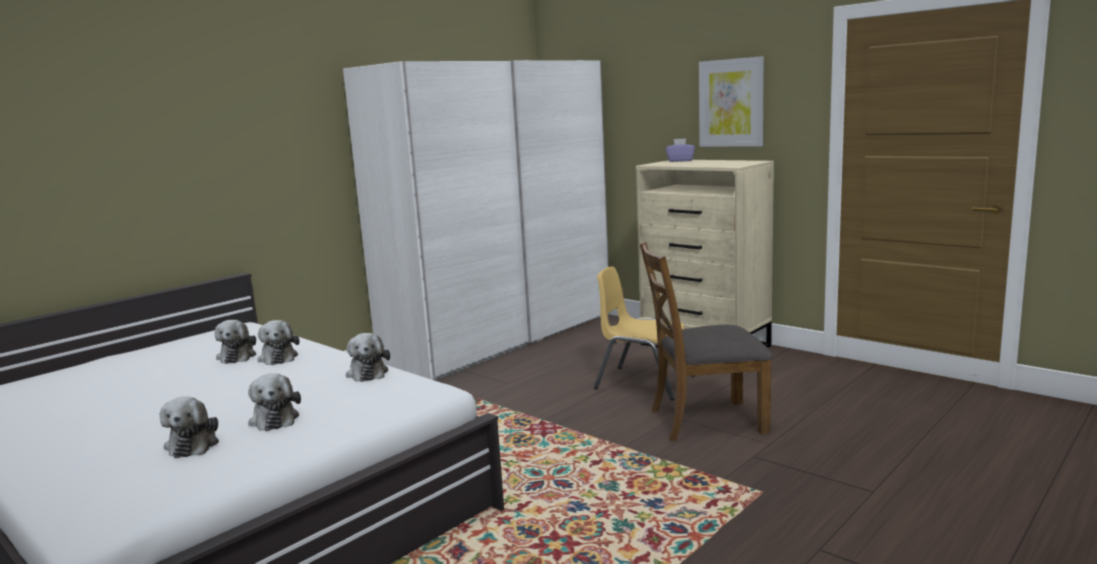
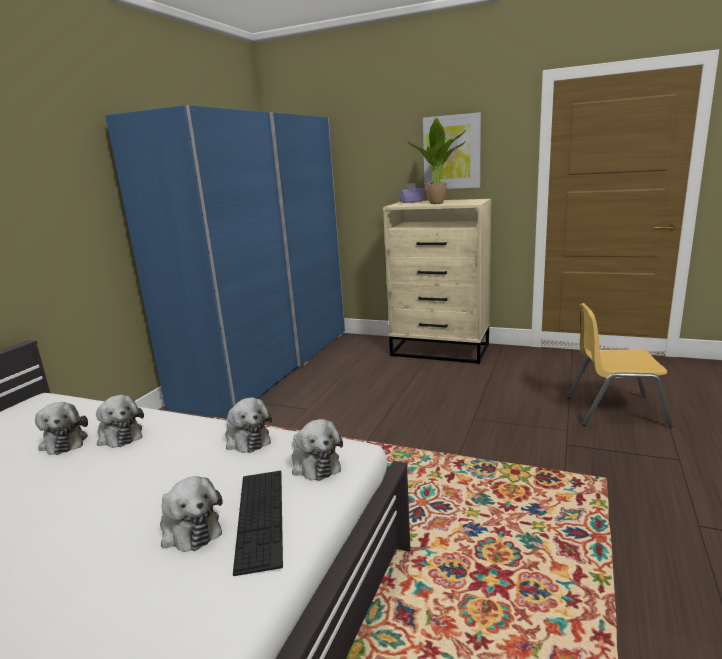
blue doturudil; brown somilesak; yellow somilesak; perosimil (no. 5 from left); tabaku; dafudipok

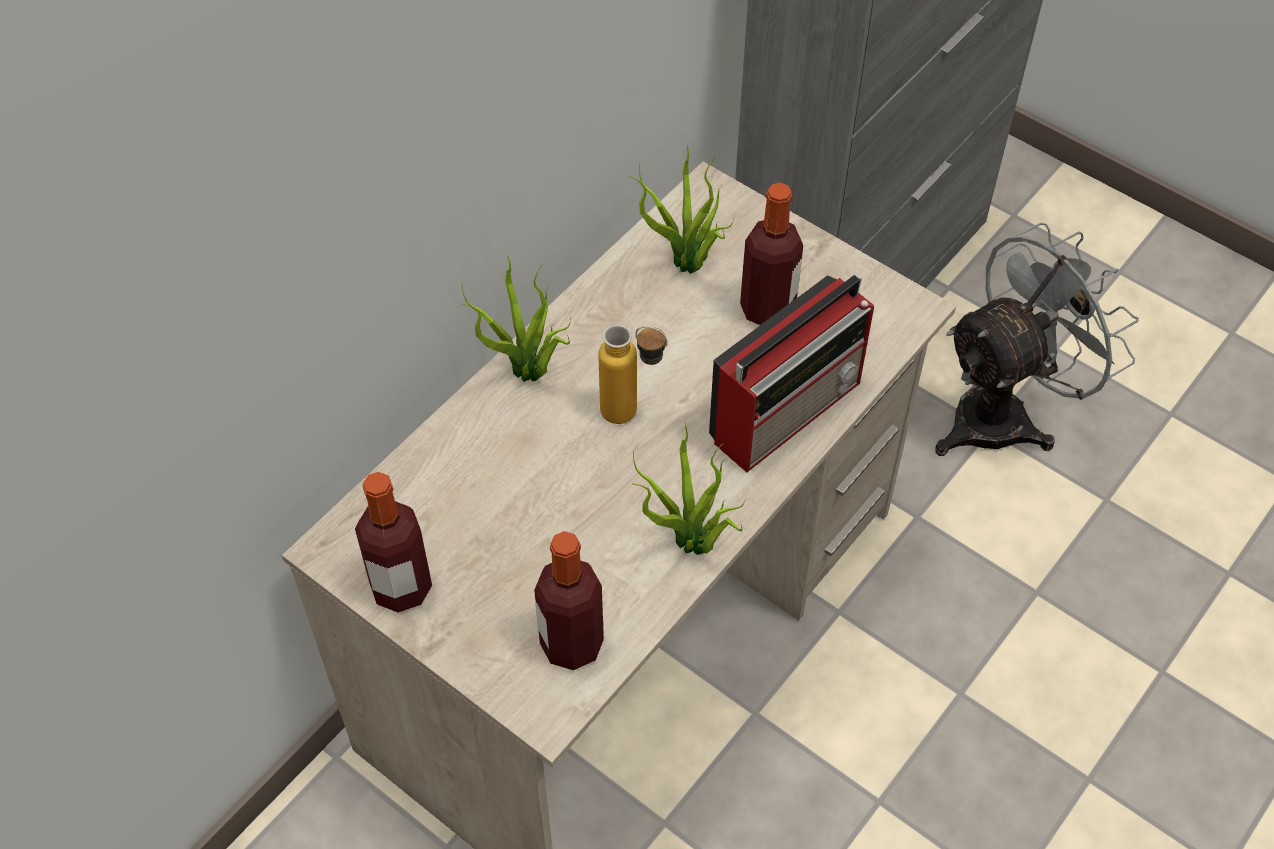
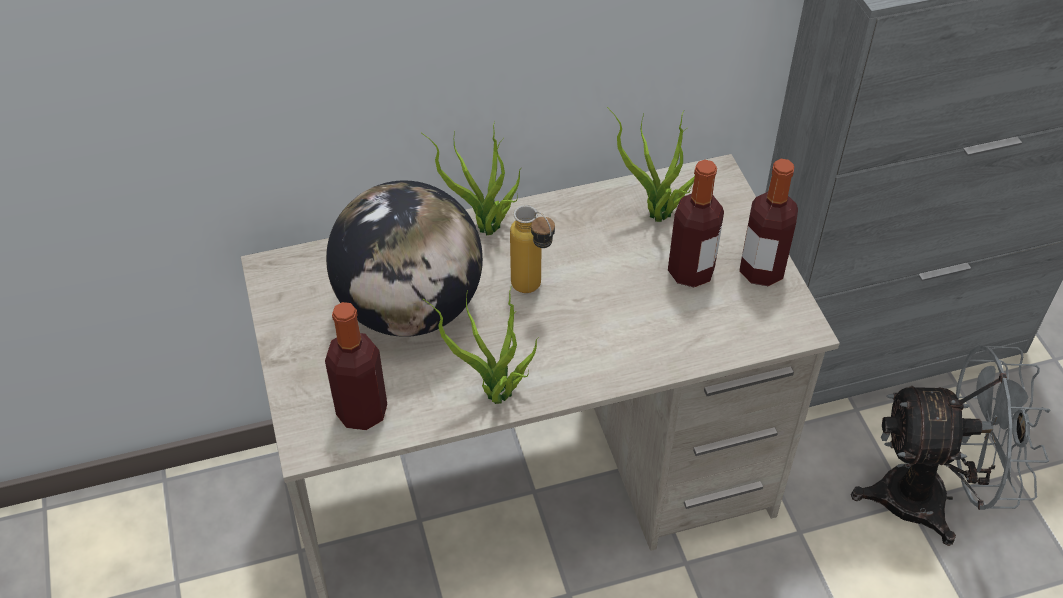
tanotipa; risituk (no. 4 from left); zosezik

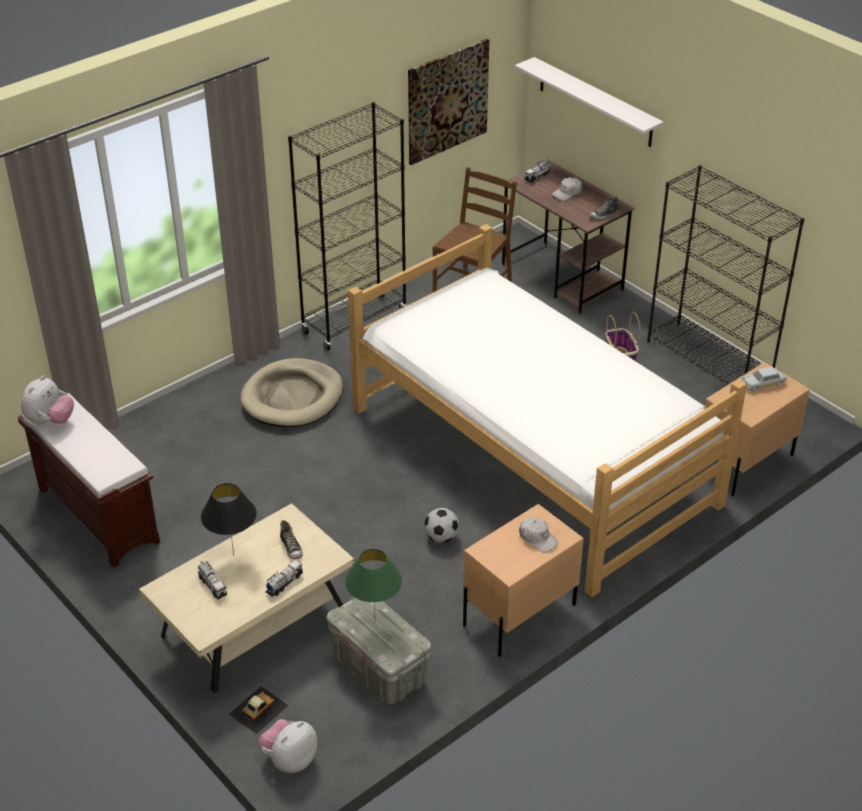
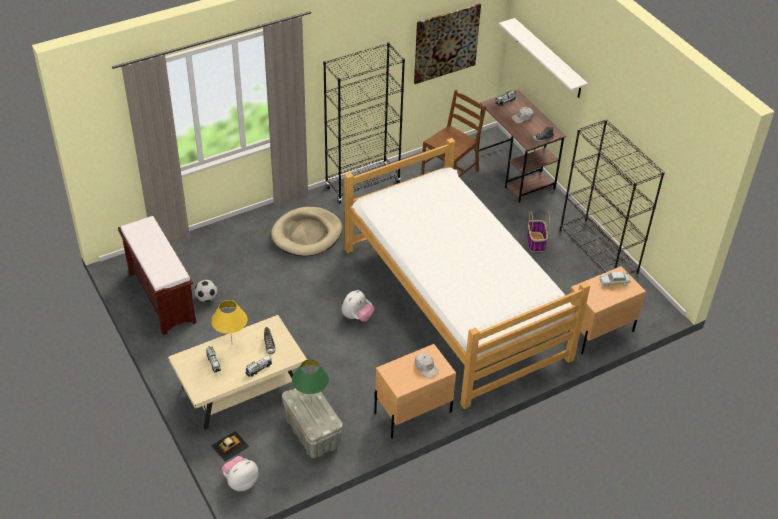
perosimil (no. 2 from left); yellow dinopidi; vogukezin

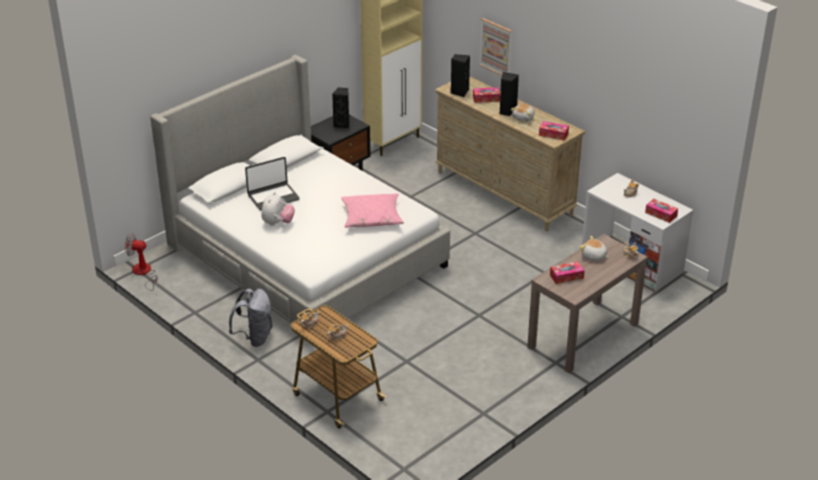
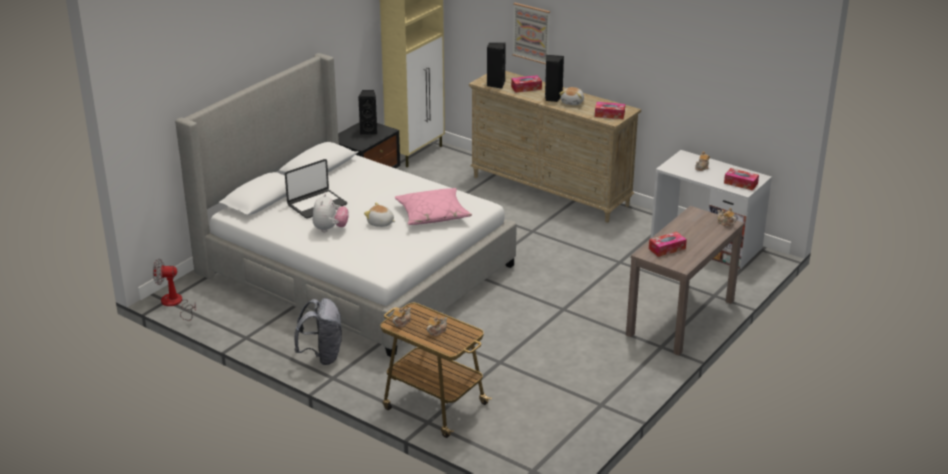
perosimil (no. 2 from left)

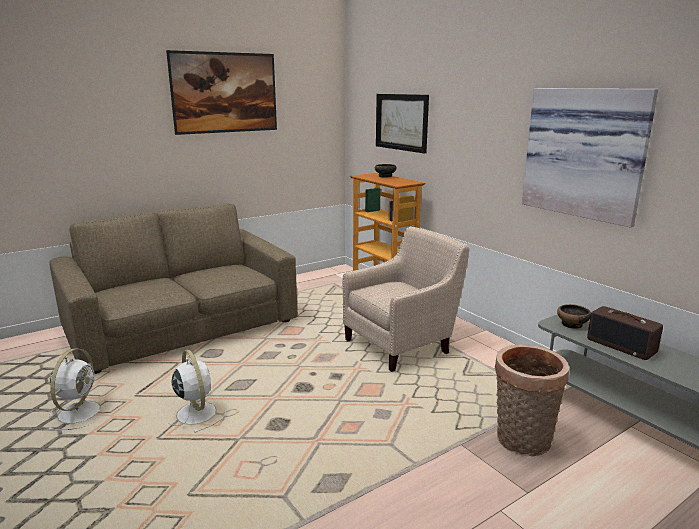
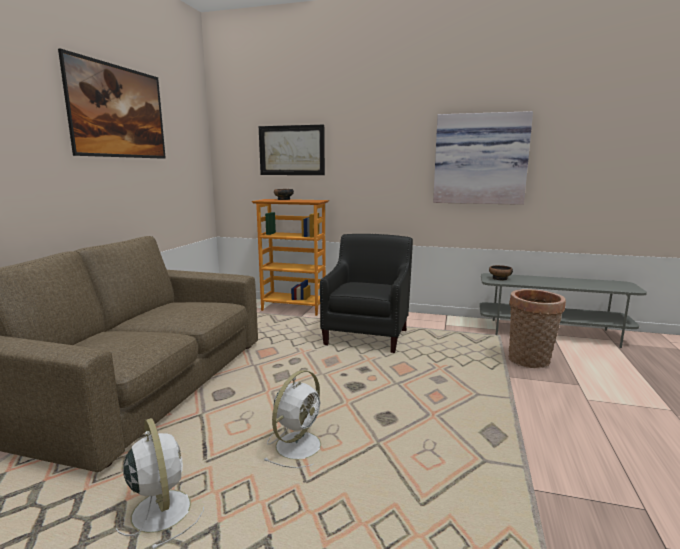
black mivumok; tanotipa; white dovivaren (no. 2 from left)

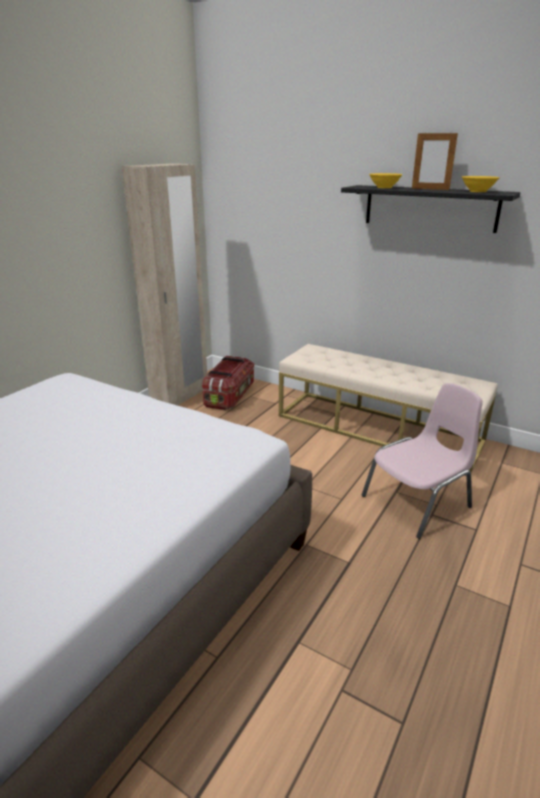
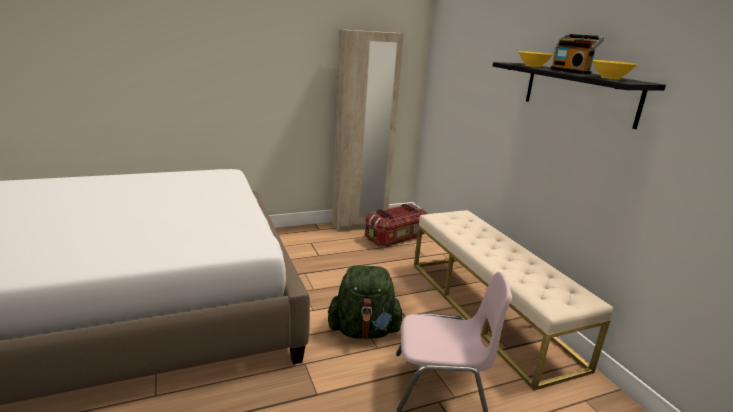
tanotipa; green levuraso

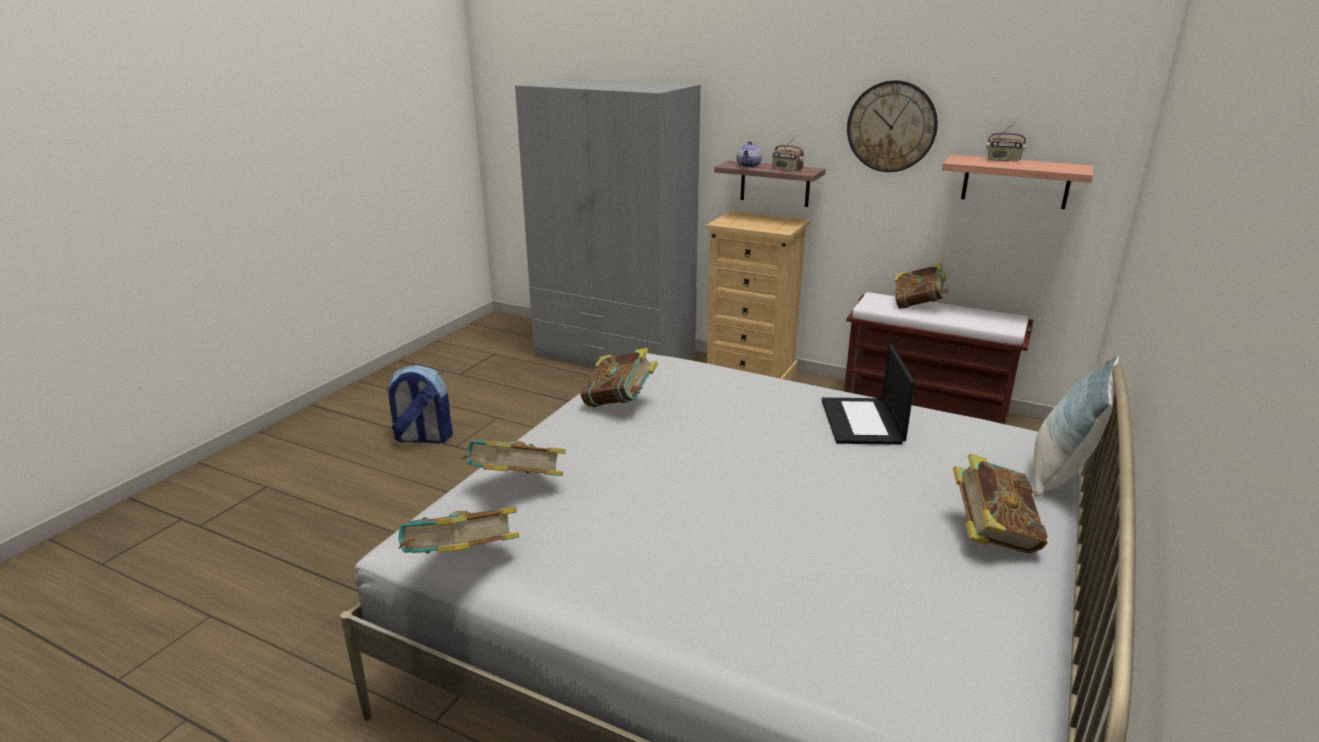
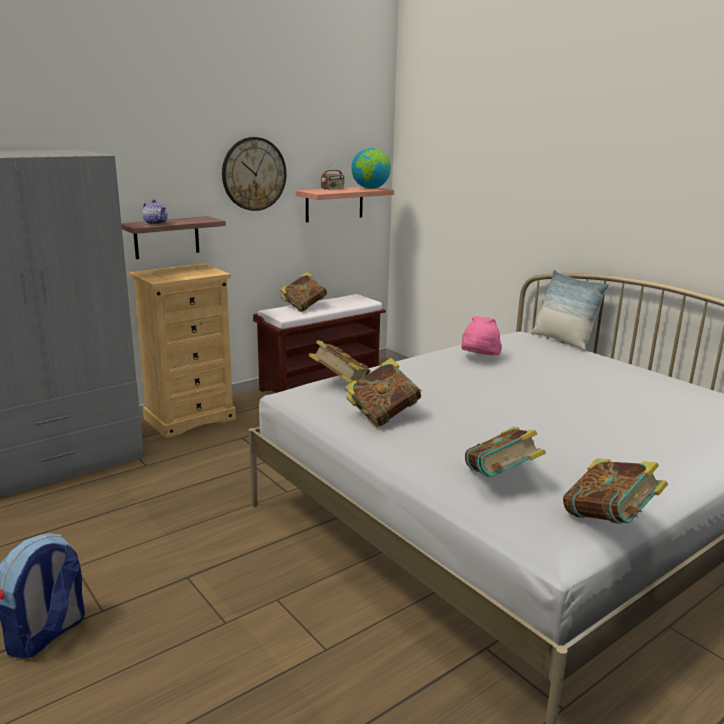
tanotipa (no. 1 from left in the first image); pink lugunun; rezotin (no. 2 from left); zosezik

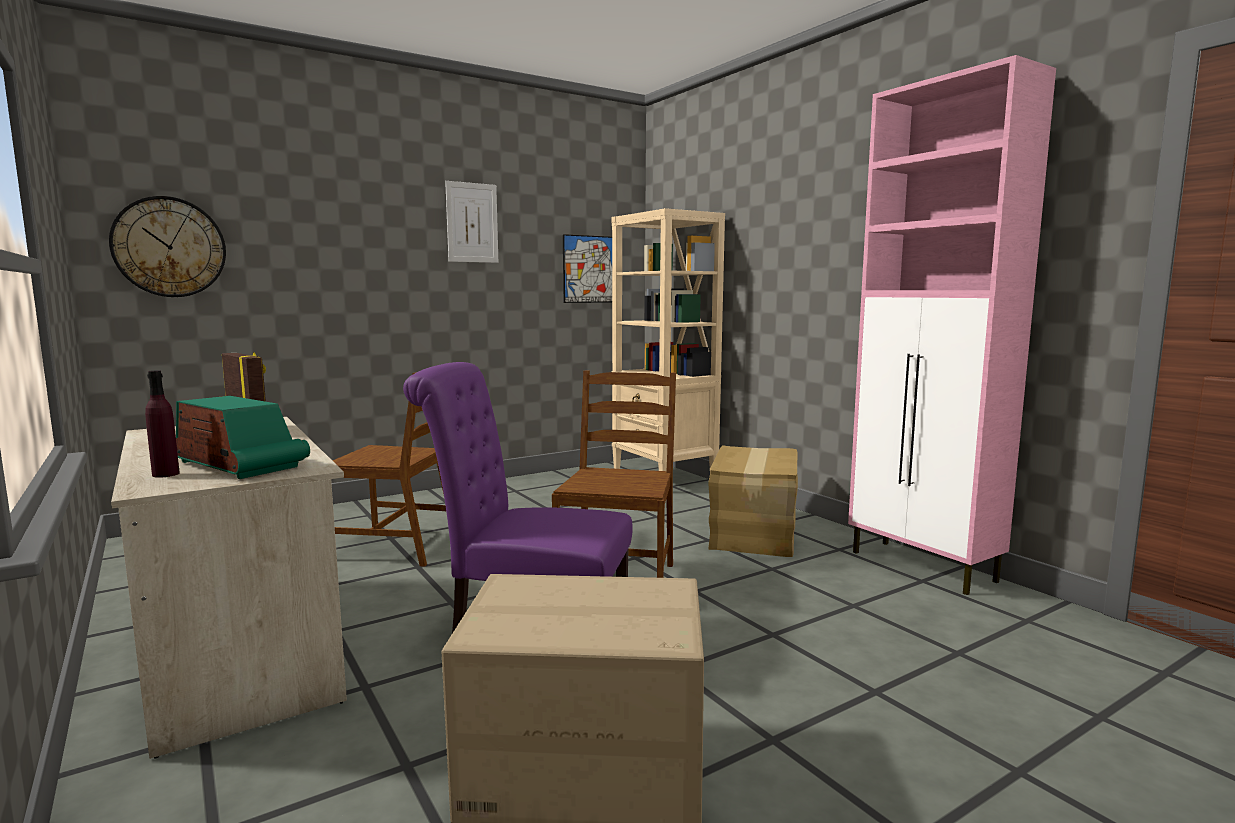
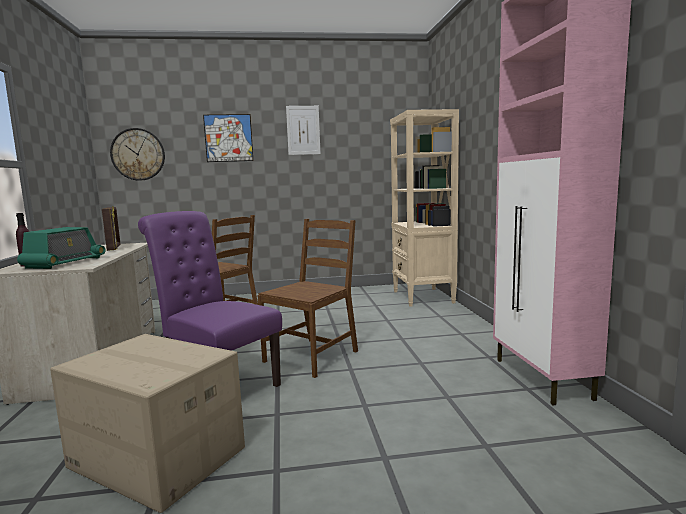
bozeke (no. 1 from left); tanotipa; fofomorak (no. 2 from left in the first image)

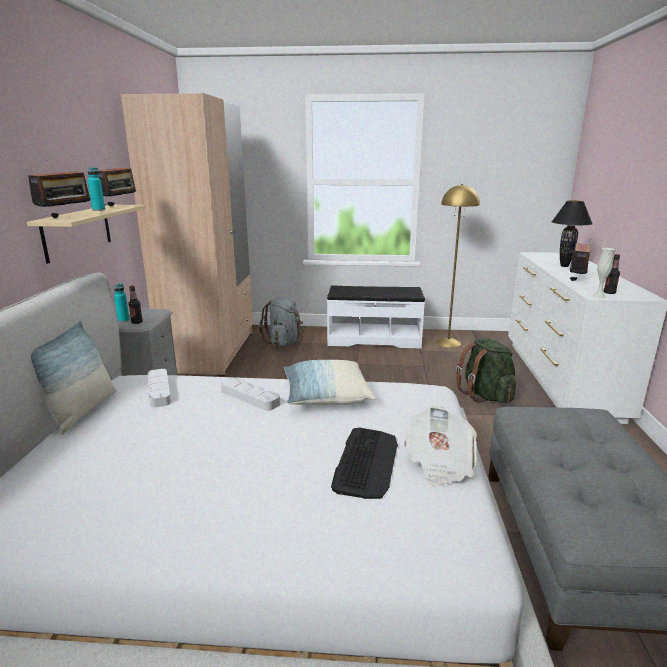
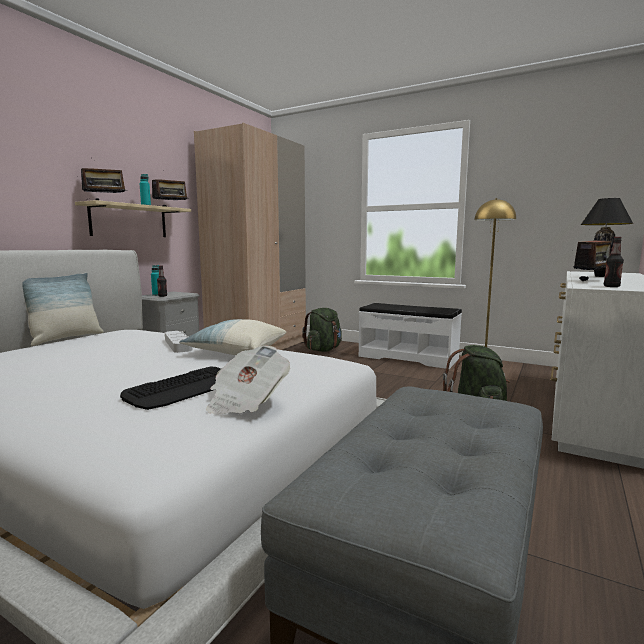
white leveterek; green levuraso (no. 1 from left); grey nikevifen (no. 1 from left in the first image)

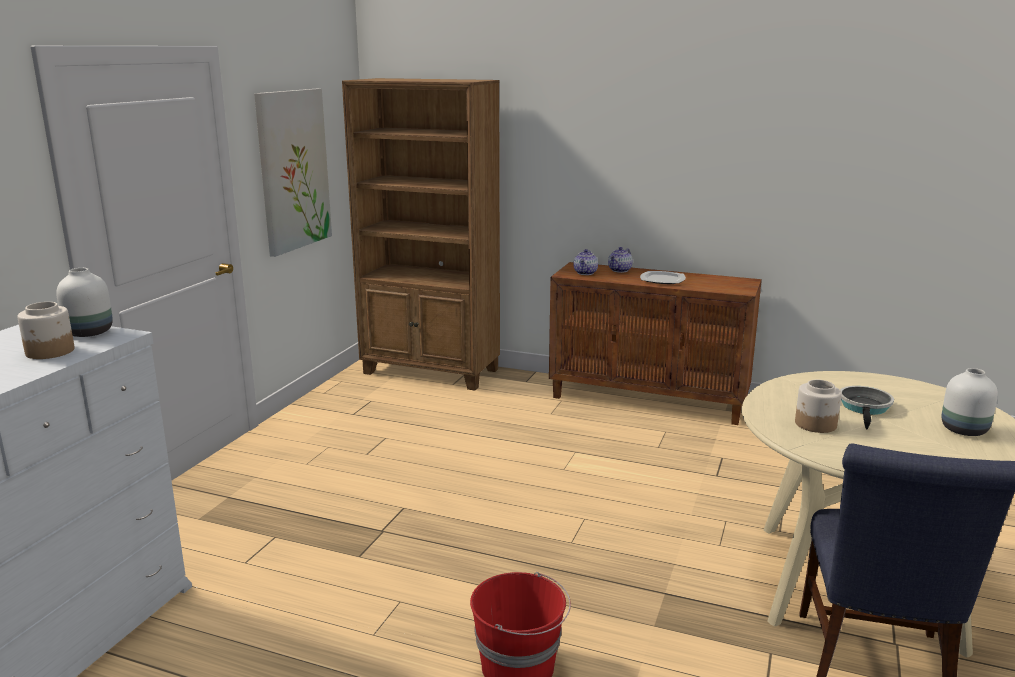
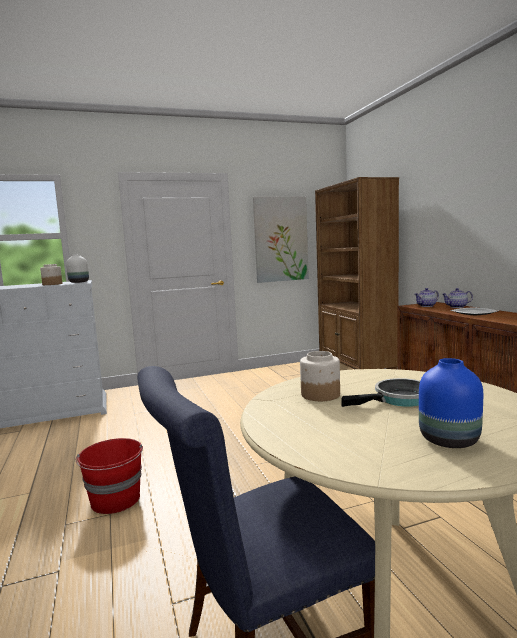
blue leveterek

